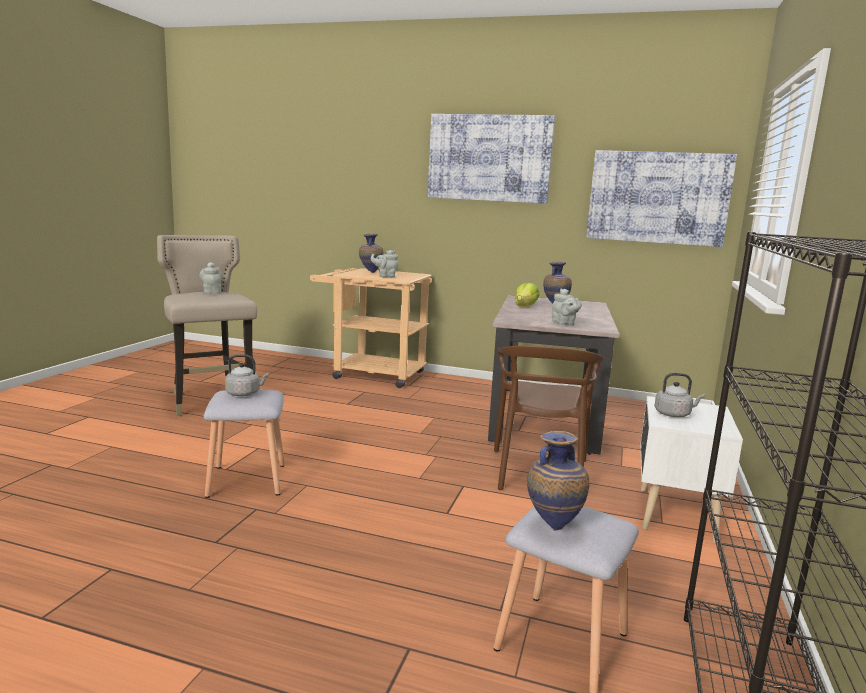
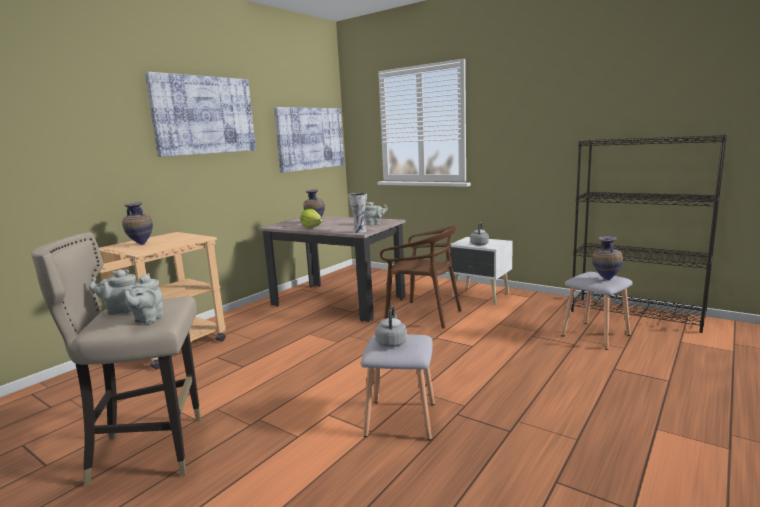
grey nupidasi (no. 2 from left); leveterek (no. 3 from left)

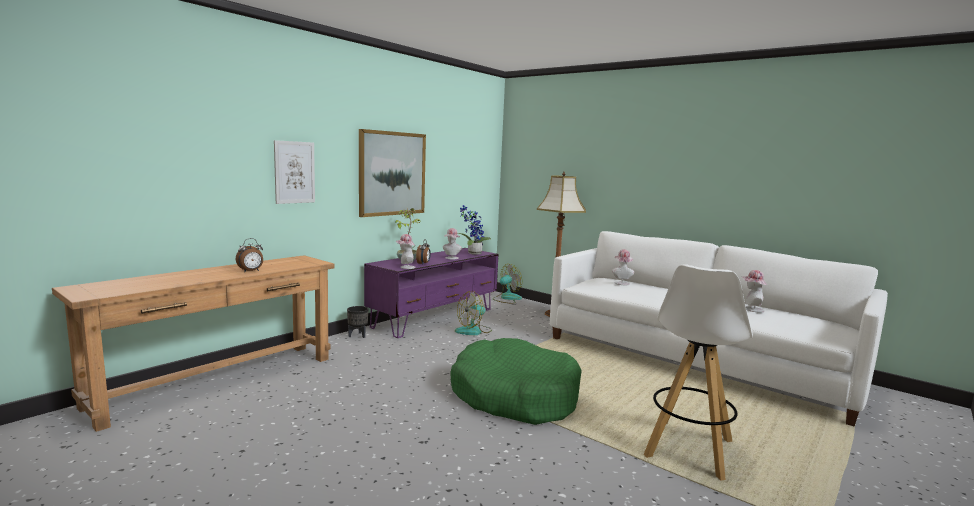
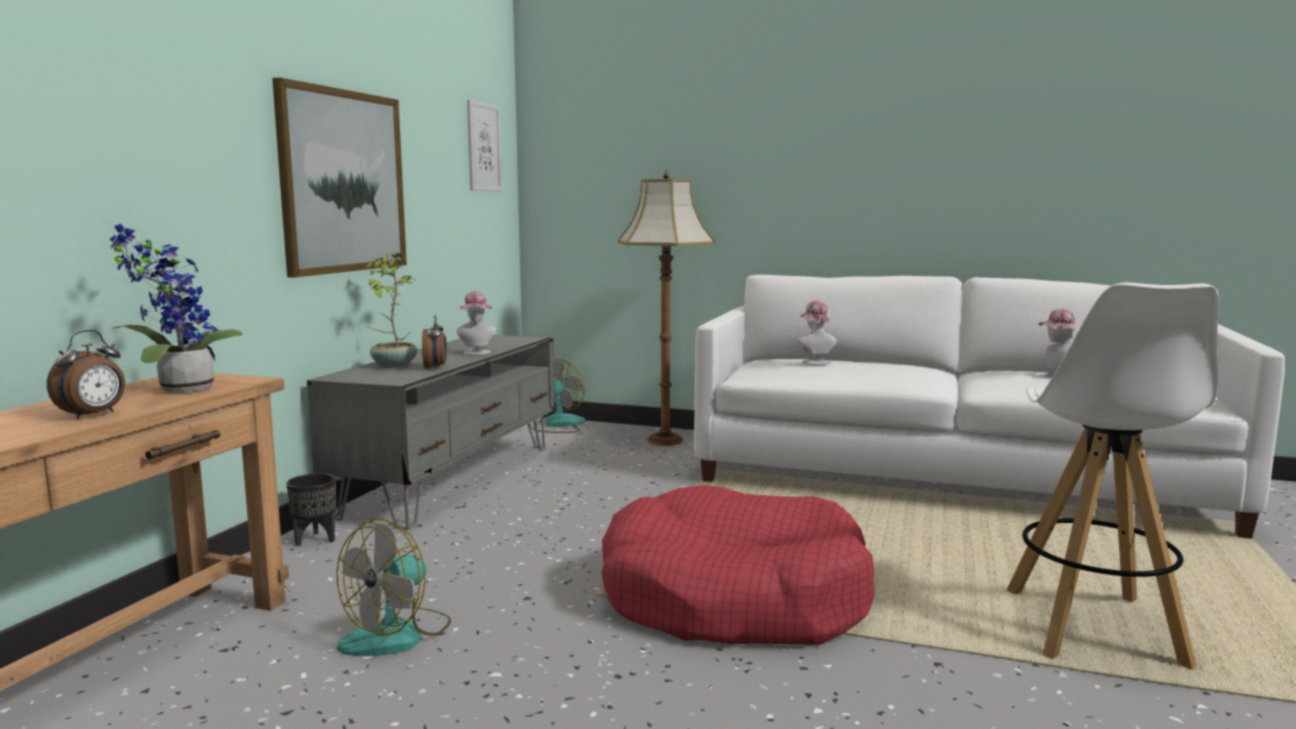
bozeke (no. 2 from left); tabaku (no. 1 from left); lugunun (no. 1 from left in the first image); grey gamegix; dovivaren (no. 1 from left); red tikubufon

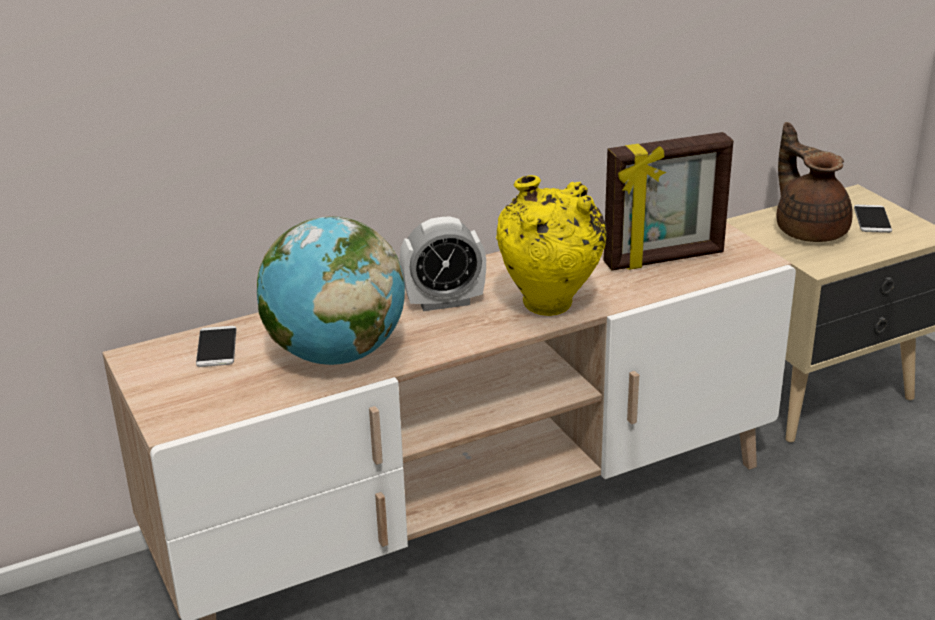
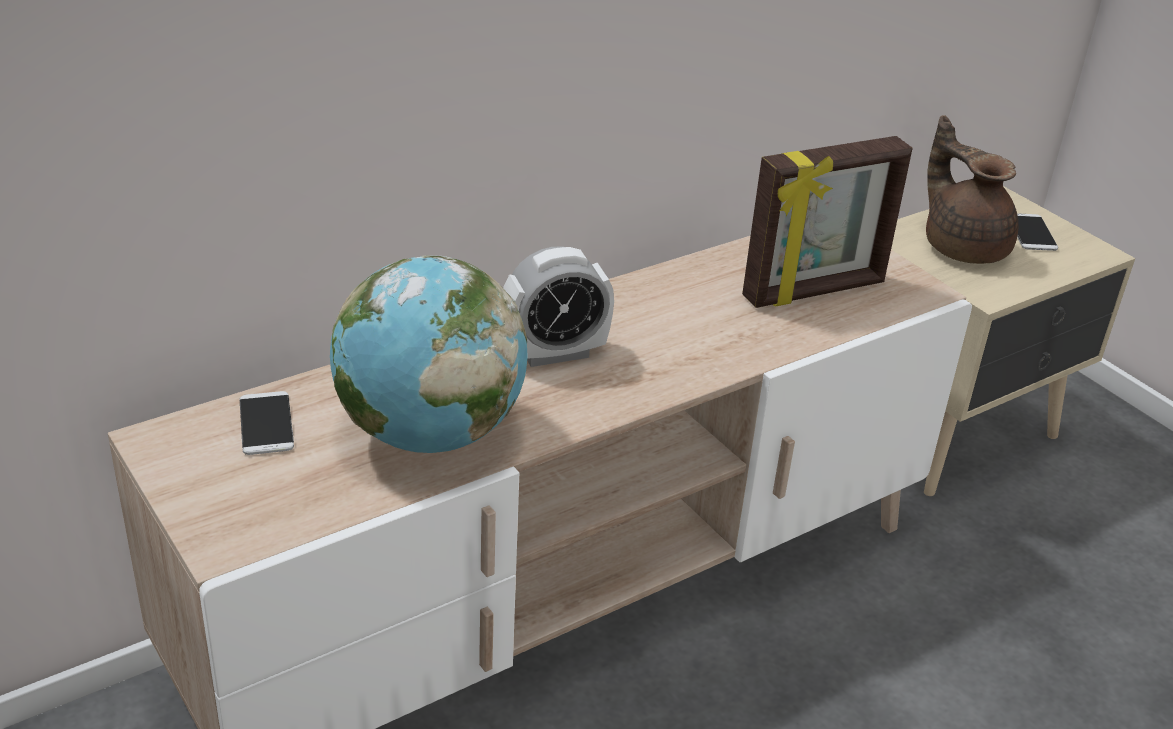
yellow leveterek

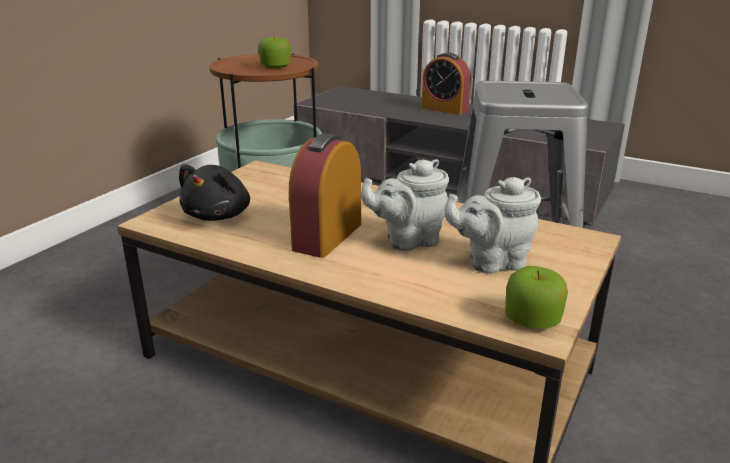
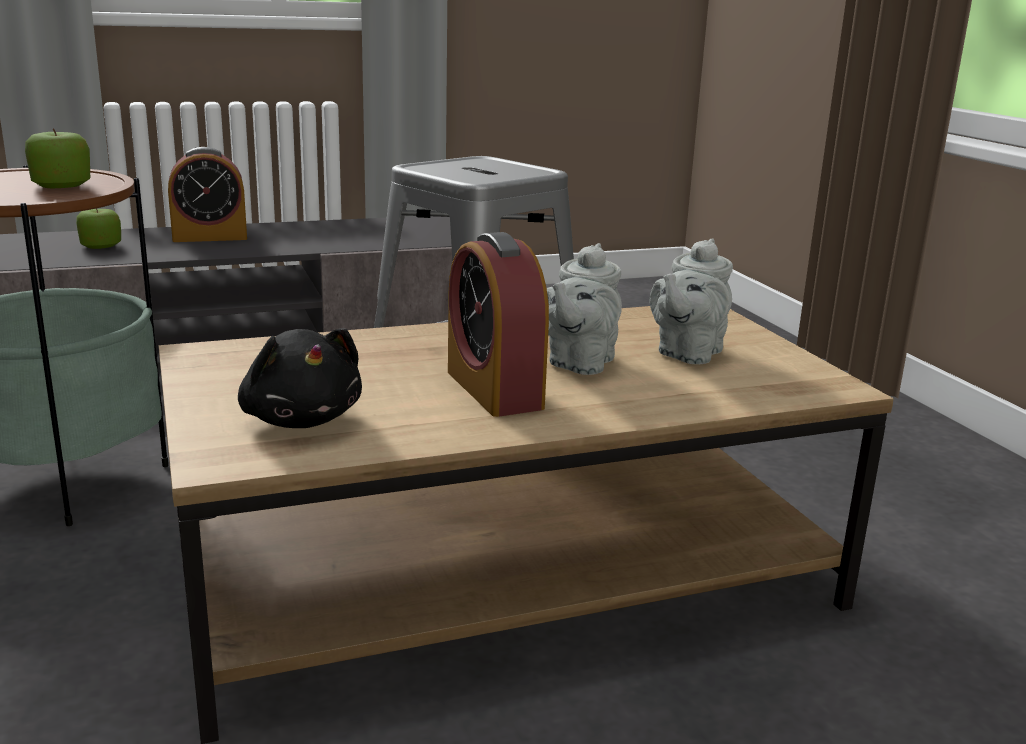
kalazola (no. 2 from left)

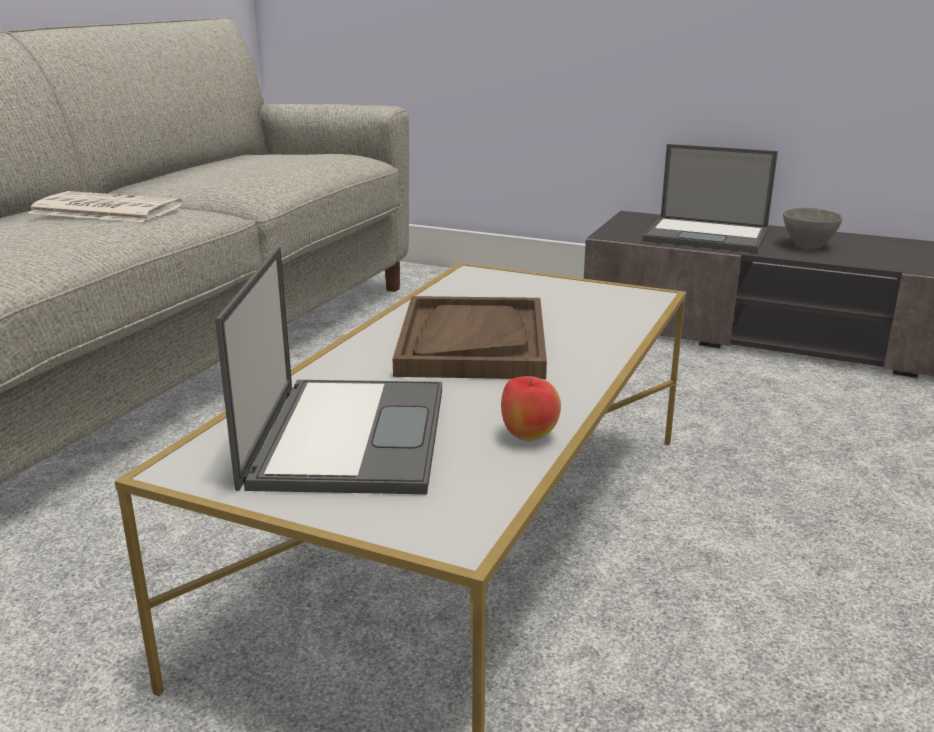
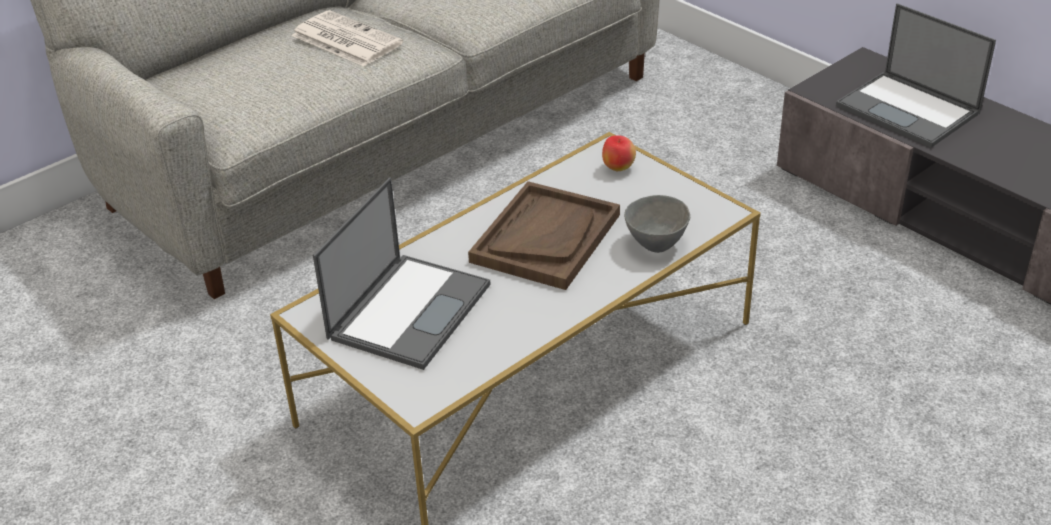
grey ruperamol; kalazola

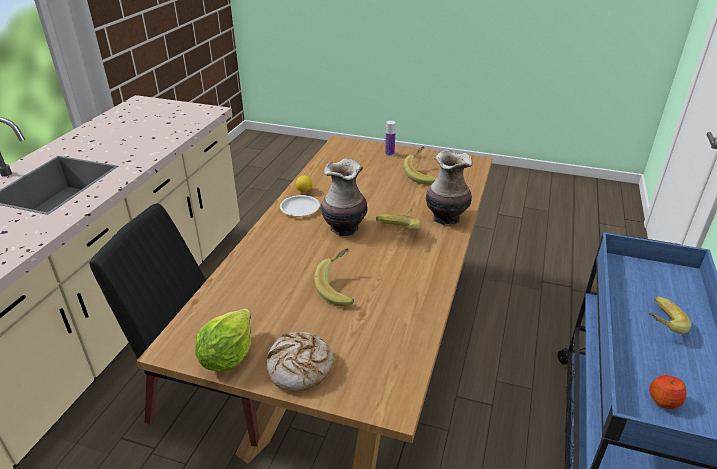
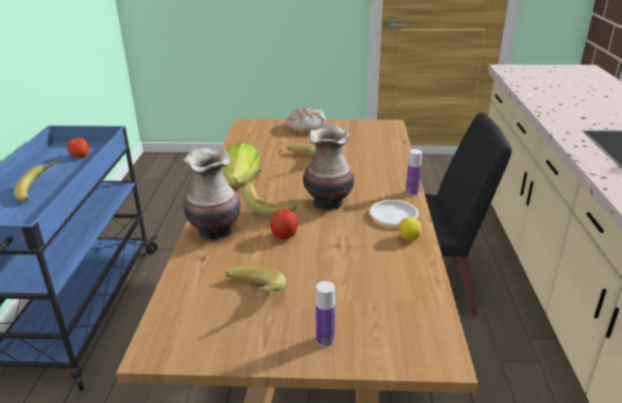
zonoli; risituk (no. 2 from left); kalazola (no. 2 from left)

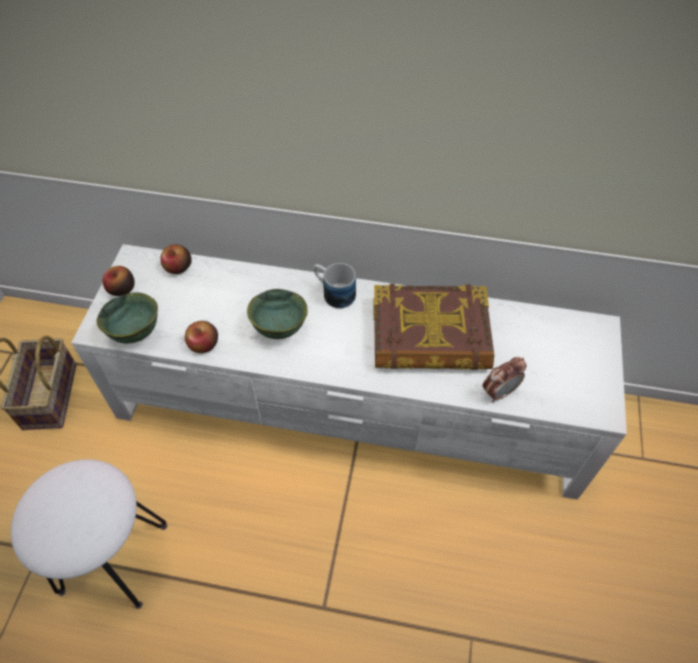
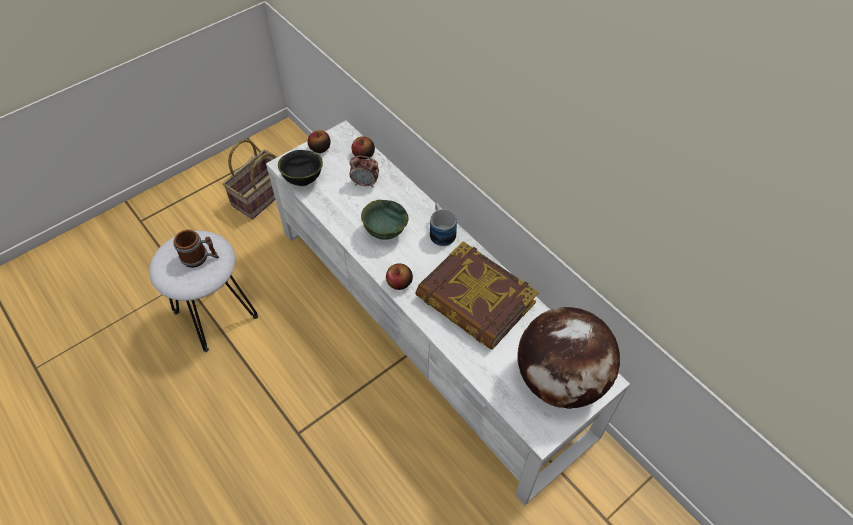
black ruperamol; kalazola (no. 3 from left); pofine; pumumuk (no. 1 from left); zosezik

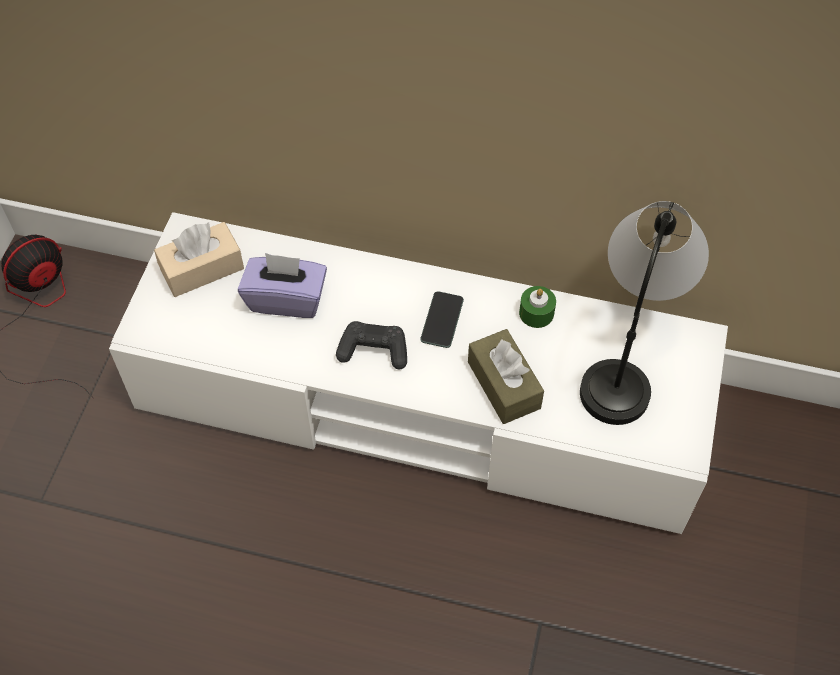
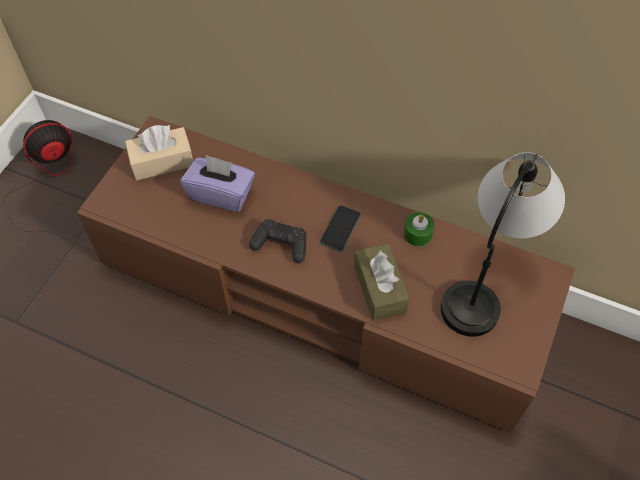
brown gamegix

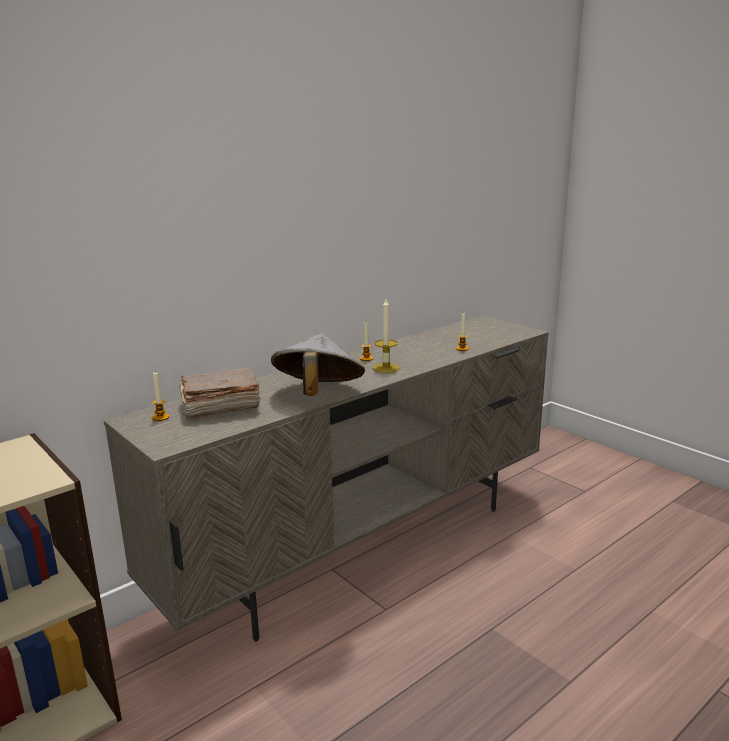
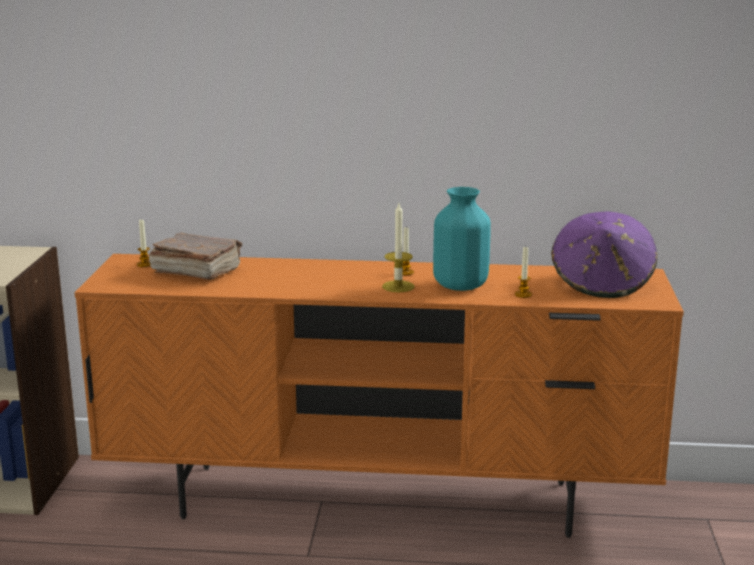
orange gamegix; grey lugunun; turquoise leveterek; purple lugunun

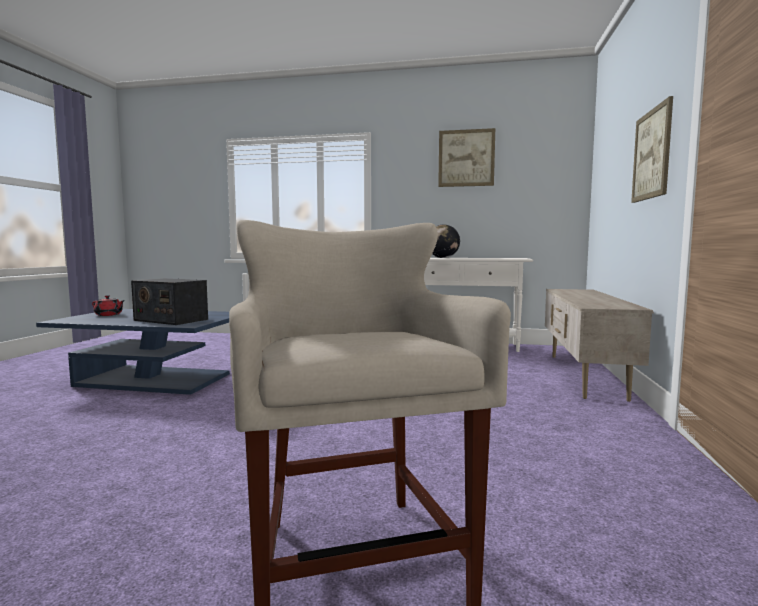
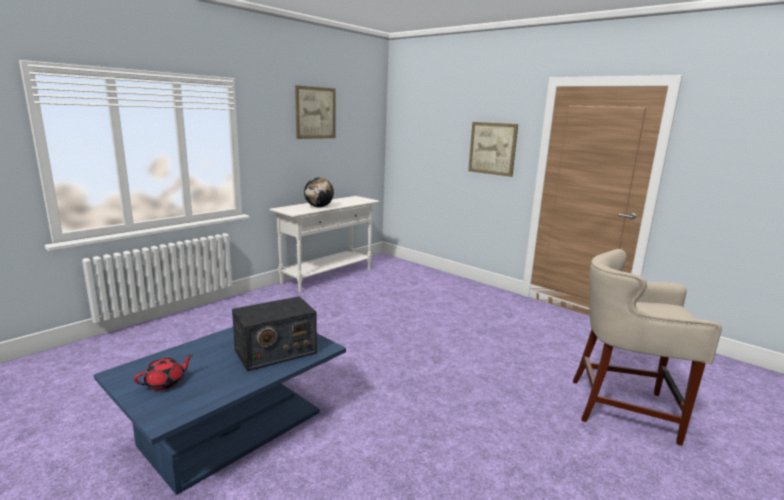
beige gamegix

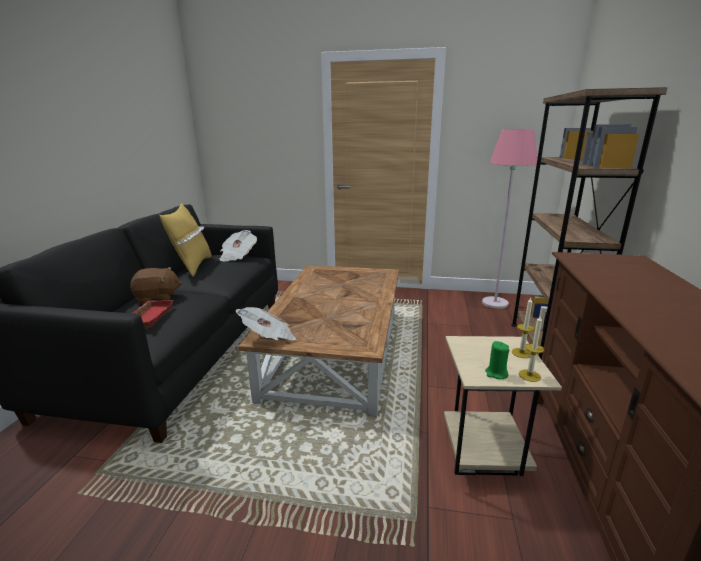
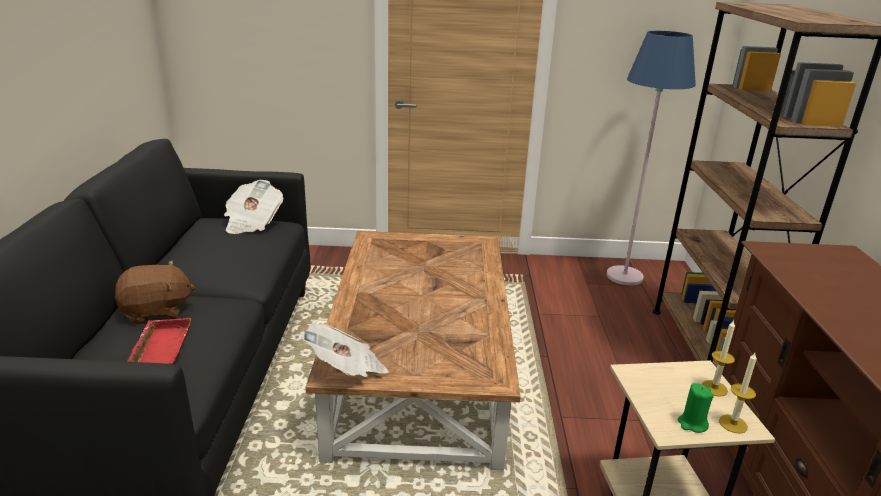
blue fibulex; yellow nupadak

